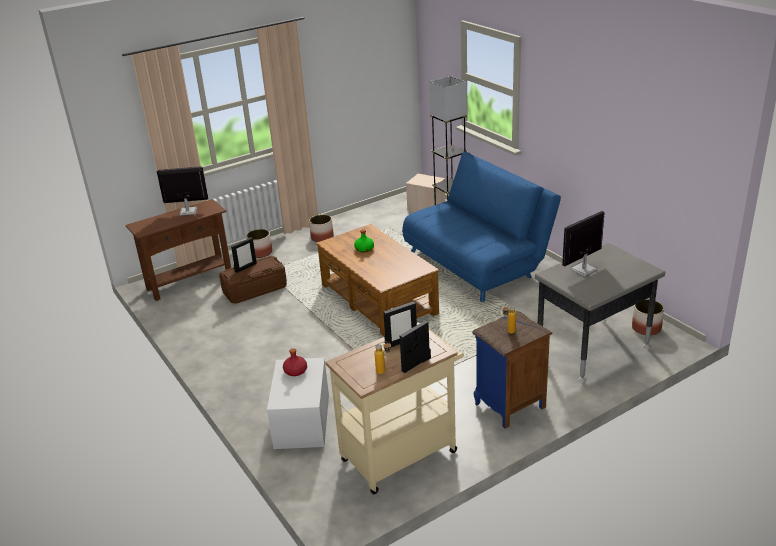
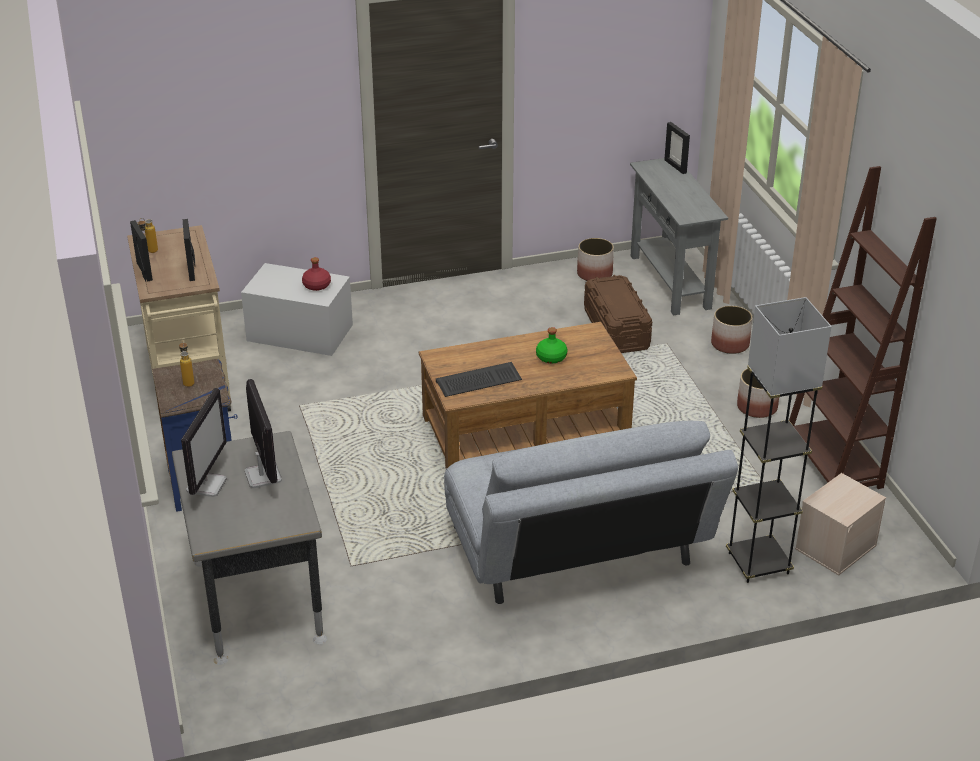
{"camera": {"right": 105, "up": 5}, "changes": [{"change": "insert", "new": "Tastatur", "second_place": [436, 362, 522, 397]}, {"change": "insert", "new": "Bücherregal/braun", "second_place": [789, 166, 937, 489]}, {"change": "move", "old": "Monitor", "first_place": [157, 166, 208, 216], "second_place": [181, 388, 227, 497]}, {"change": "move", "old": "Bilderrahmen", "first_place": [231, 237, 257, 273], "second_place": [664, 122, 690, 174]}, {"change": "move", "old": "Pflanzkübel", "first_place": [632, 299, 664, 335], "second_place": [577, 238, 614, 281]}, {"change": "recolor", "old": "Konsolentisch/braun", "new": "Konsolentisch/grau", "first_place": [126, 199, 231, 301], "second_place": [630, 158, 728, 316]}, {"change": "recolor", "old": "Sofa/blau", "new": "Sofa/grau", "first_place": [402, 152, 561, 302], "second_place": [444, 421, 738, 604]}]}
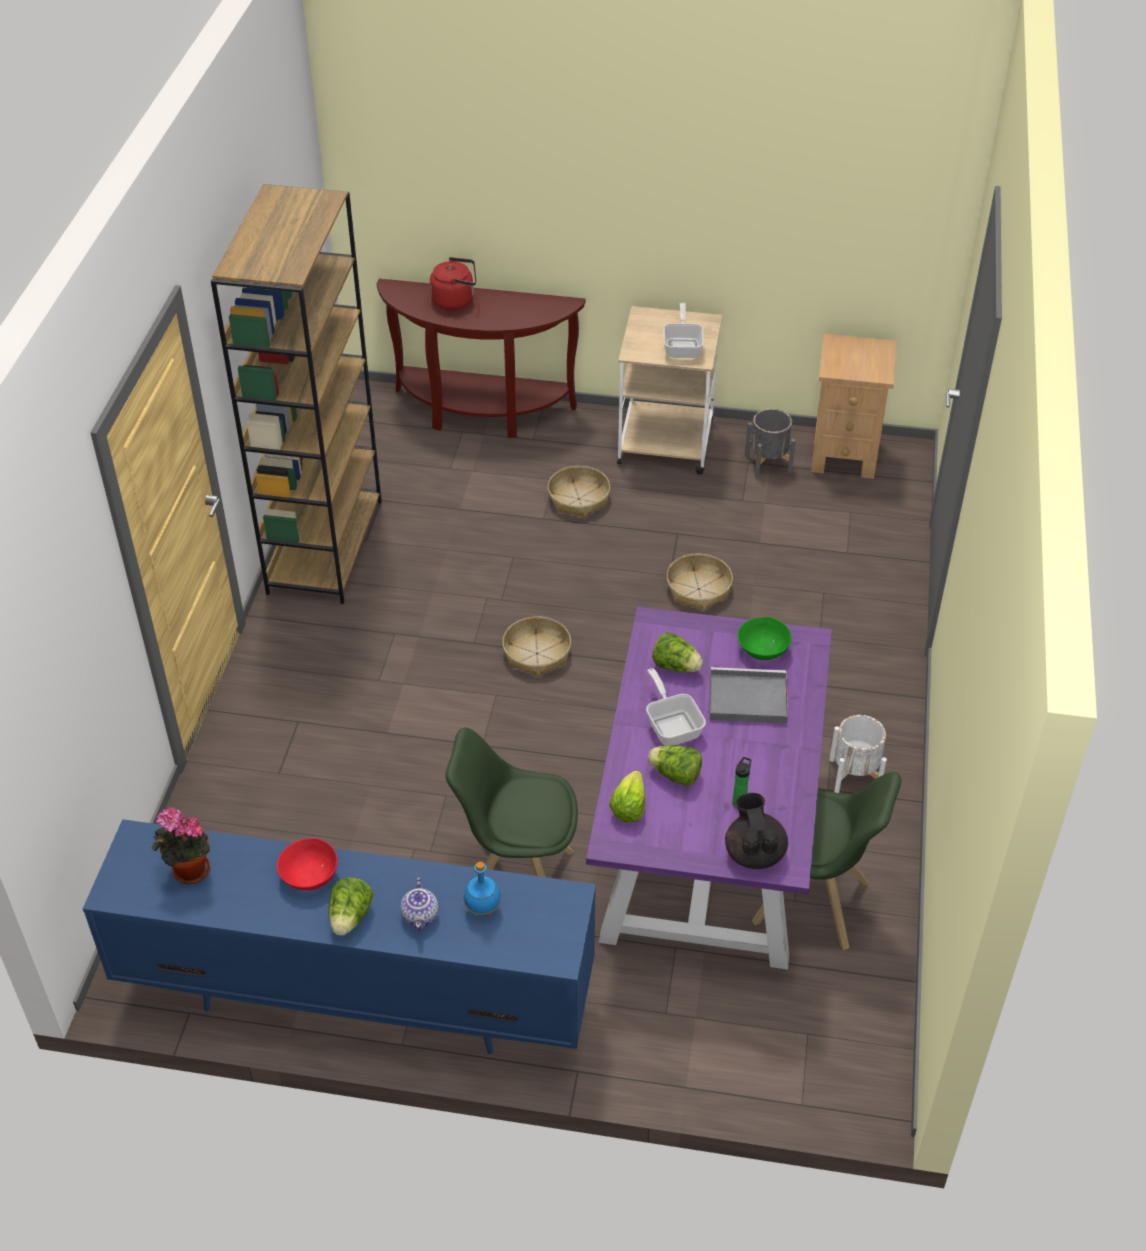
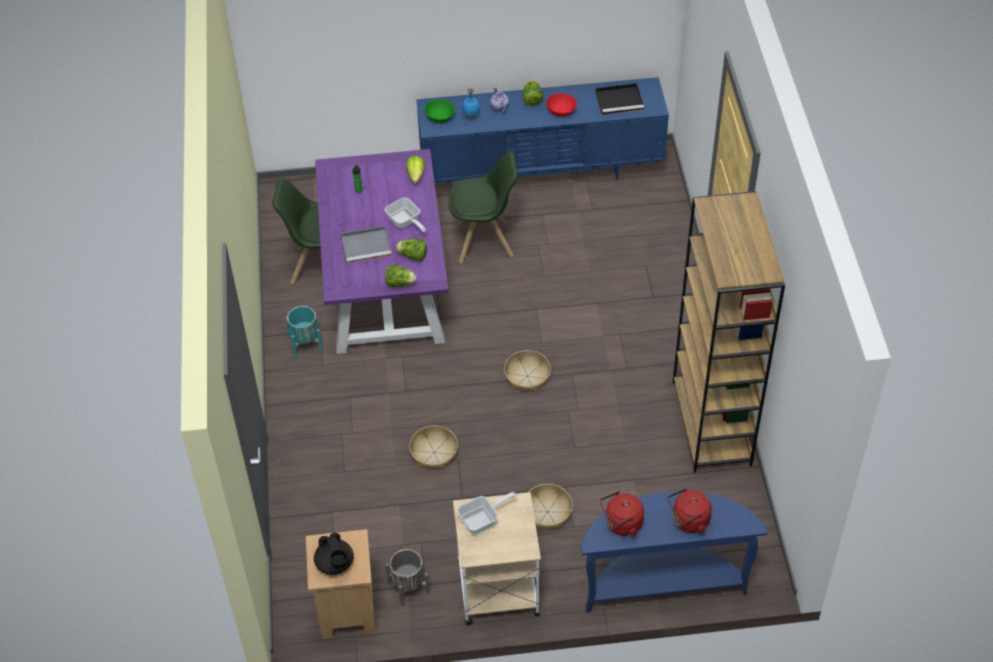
{"camera": {"right": 165, "up": 5}, "changes": [{"change": "insert", "new": "Wasserkessel/rot", "second_place": [600, 491, 644, 536]}, {"change": "move", "old": "Salatkopf", "first_place": [648, 745, 702, 786], "second_place": [385, 265, 417, 287]}, {"change": "move", "old": "Teekanne/schwarz", "first_place": [725, 793, 788, 869], "second_place": [314, 533, 354, 575]}, {"change": "move", "old": "Schüssel/grün", "first_place": [738, 617, 792, 660], "second_place": [424, 99, 455, 123]}, {"change": "replace", "old": "Topfpflanze", "new": "Tablett/schwarz", "first_place": [151, 807, 210, 884], "second_place": [596, 83, 644, 115]}, {"change": "recolor", "old": "Konsolentisch/braun", "new": "Konsolentisch/blau", "first_place": [377, 278, 585, 438], "second_place": [581, 491, 768, 613]}, {"change": "recolor", "old": "Pflanzkübel/weiß", "new": "Pflanzkübel/türkis", "first_place": [829, 715, 887, 793], "second_place": [286, 306, 323, 357]}, {"change": "rotate", "old": "Pfanne", "first_place": [663, 303, 704, 358], "second_place": [457, 492, 516, 534], "degrees": -105}]}
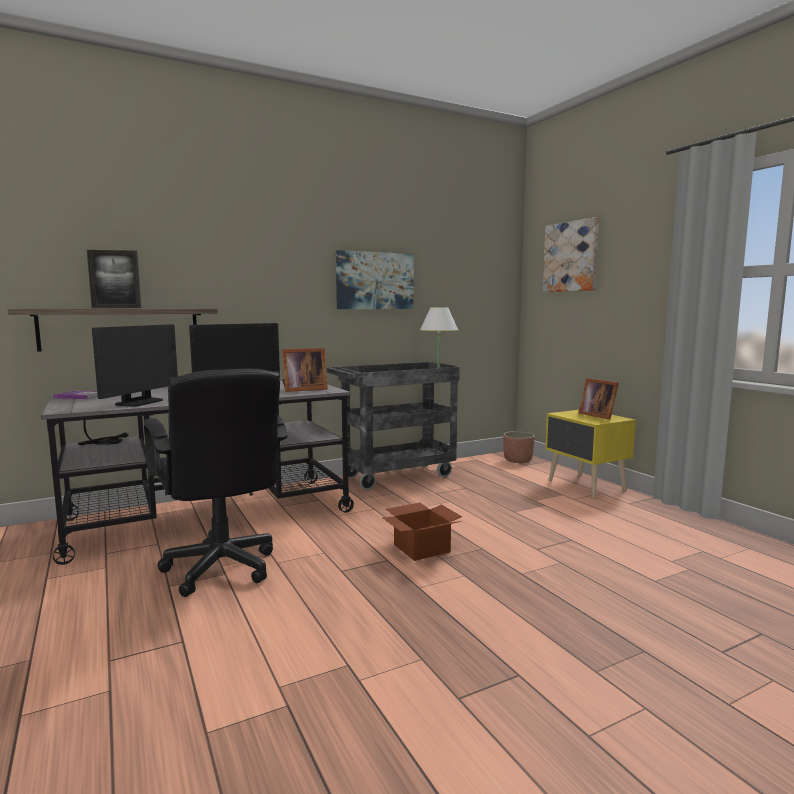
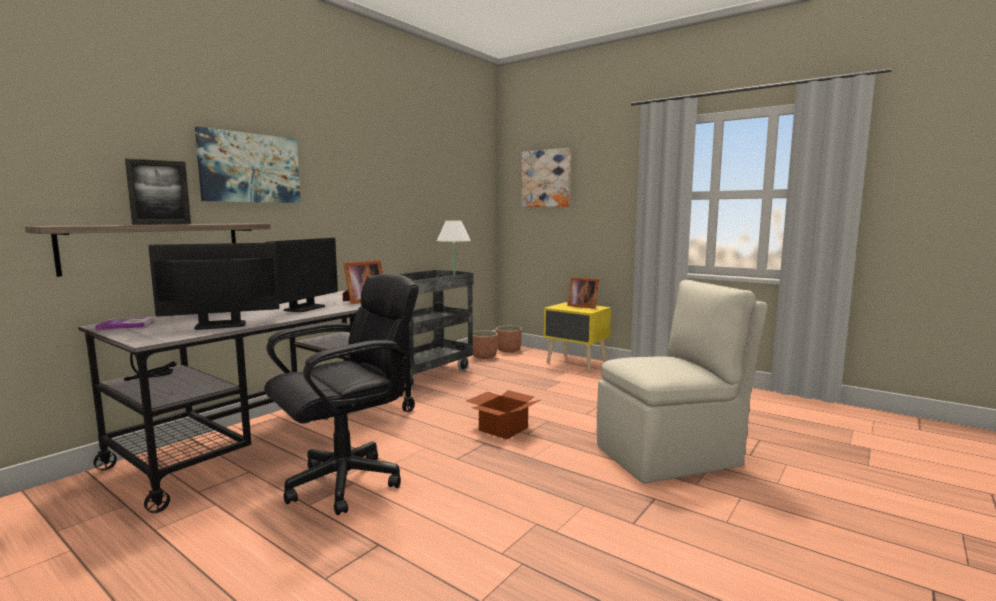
{"camera": {"right": -25, "up": 0}, "changes": [{"change": "insert", "new": "Pflanzkübel", "second_place": [473, 331, 498, 359]}, {"change": "insert", "new": "Stuhl/beige", "second_place": [597, 280, 768, 484]}, {"change": "move", "old": "Bild", "first_place": [336, 250, 414, 309], "second_place": [195, 127, 301, 203]}, {"change": "rotate", "old": "Monitor", "first_place": [92, 324, 178, 407], "second_place": [148, 243, 279, 330], "degrees": -105}, {"change": "rotate", "old": "Bürostuhl/schwarz", "first_place": [144, 369, 288, 597], "second_place": [264, 273, 419, 515], "degrees": -75}]}
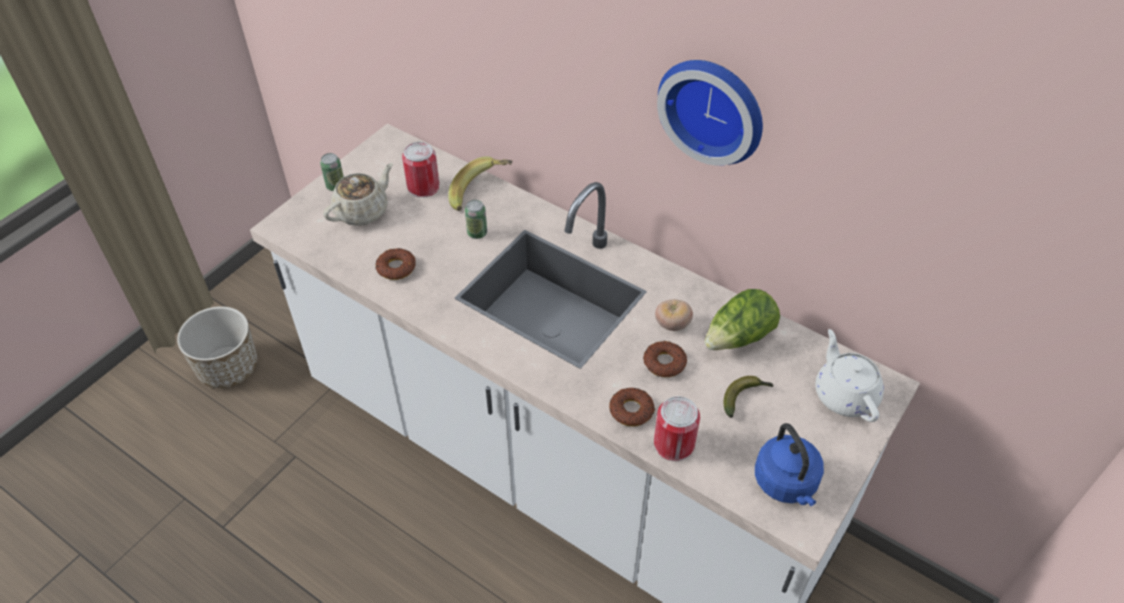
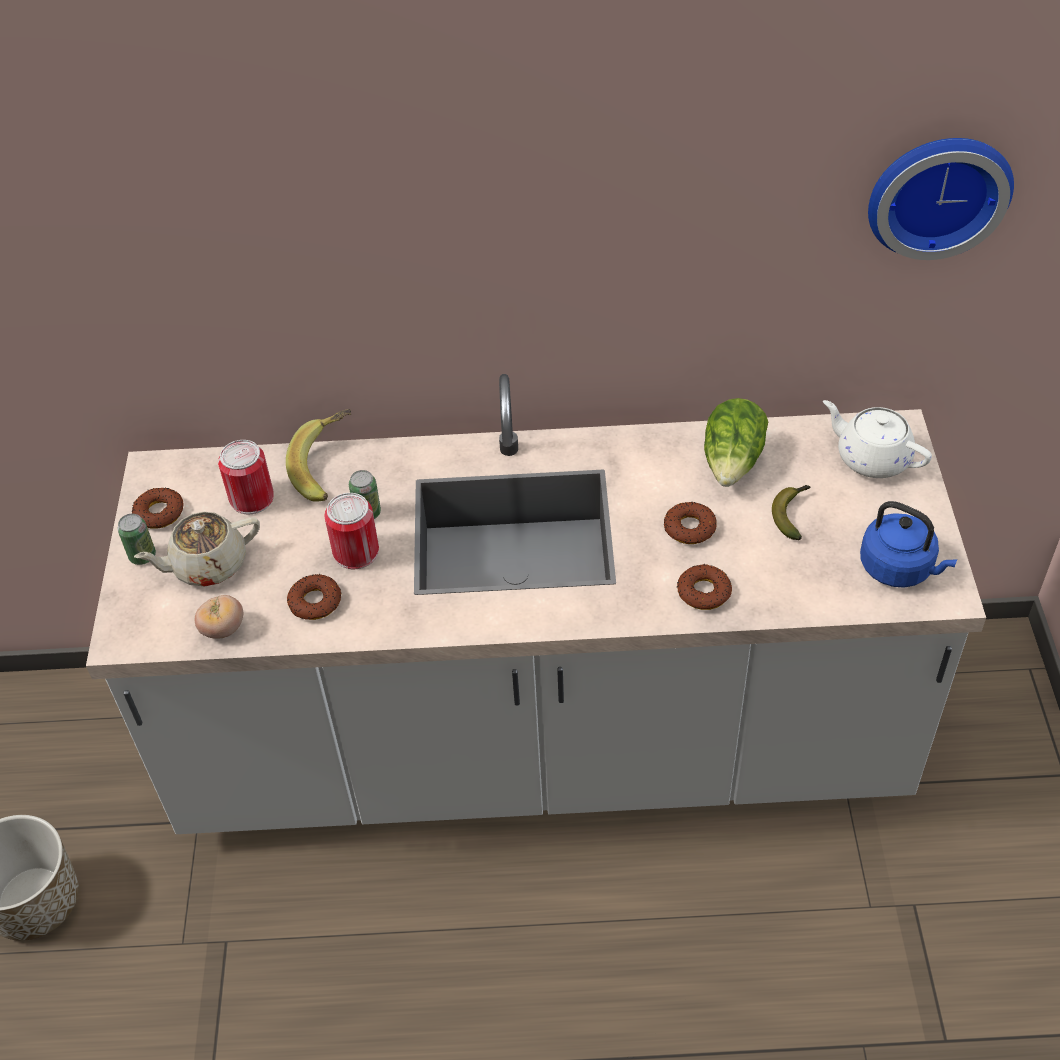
{"camera": {"right": -35, "up": 0}, "changes": [{"change": "insert", "new": "Donut", "second_place": [132, 488, 184, 529]}, {"change": "move", "old": "Dose", "first_place": [654, 396, 700, 461], "second_place": [324, 493, 379, 569]}, {"change": "move", "old": "Tomate", "first_place": [655, 299, 693, 331], "second_place": [195, 595, 243, 639]}, {"change": "move", "old": "Wanduhr", "first_place": [657, 60, 763, 166], "second_place": [868, 138, 1014, 260]}, {"change": "rotate", "old": "Teekanne/beige", "first_place": [323, 163, 393, 226], "second_place": [134, 512, 260, 586], "degrees": -120}]}
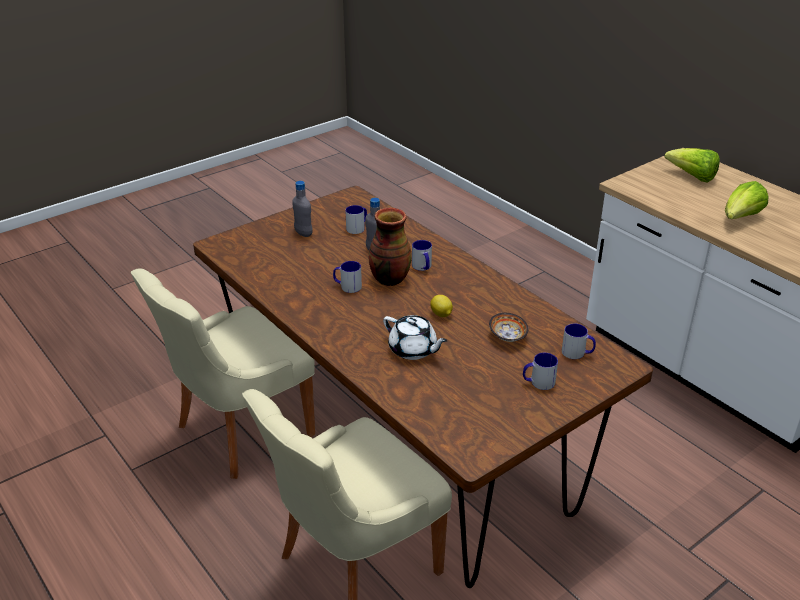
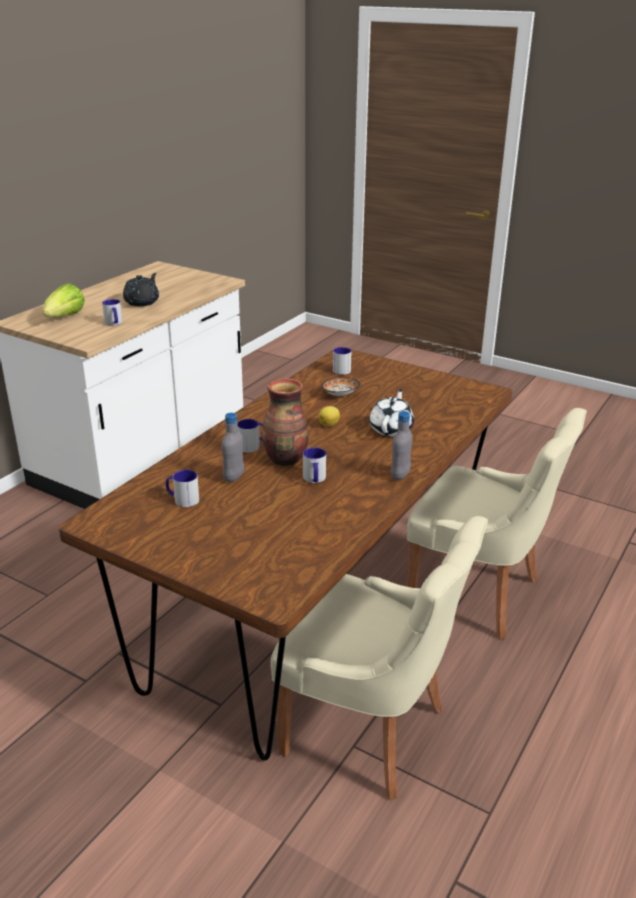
{"camera": {"right": -110, "up": -5}, "changes": [{"change": "move", "old": "Flasche/grau", "first_place": [292, 181, 313, 237], "second_place": [391, 411, 412, 480]}, {"change": "move", "old": "Henkelbecher", "first_place": [523, 353, 558, 390], "second_place": [102, 299, 122, 326]}, {"change": "replace", "old": "Salatkopf", "new": "Teekanne/schwarz", "first_place": [725, 181, 768, 219], "second_place": [123, 273, 159, 306]}]}
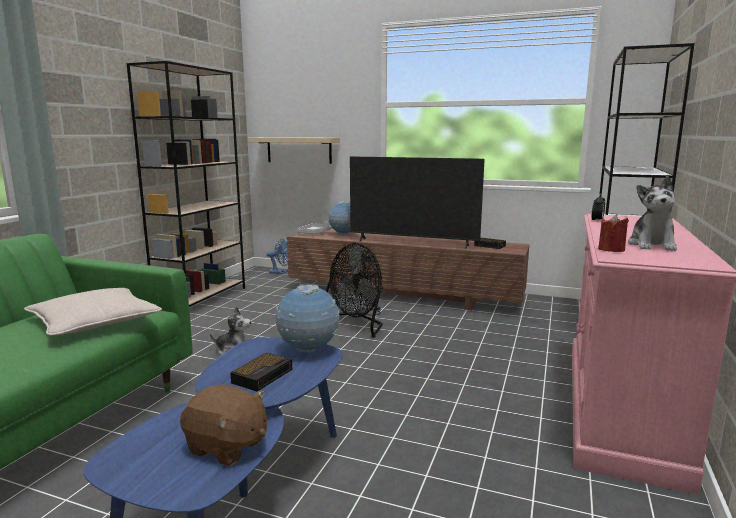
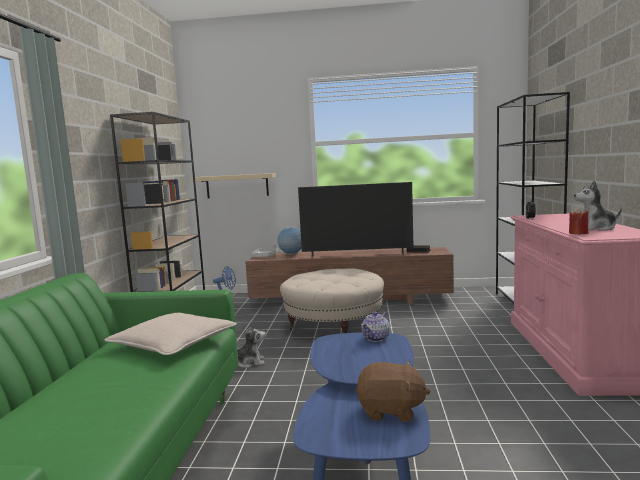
{"camera": {"right": -15, "up": -5}, "changes": [{"change": "delete", "old": "Wecker", "first_place": [230, 353, 292, 391]}, {"change": "replace", "old": "Globus", "new": "Teekanne", "first_place": [276, 284, 340, 352], "second_place": [361, 312, 390, 342]}, {"change": "replace", "old": "Ventilator/schwarz", "new": "Polsterhocker/beige", "first_place": [326, 243, 383, 338], "second_place": [280, 268, 384, 333]}, {"change": "rotate", "old": "Plüschtier", "first_place": [628, 176, 677, 251], "second_place": [574, 180, 622, 231], "degrees": 90}]}
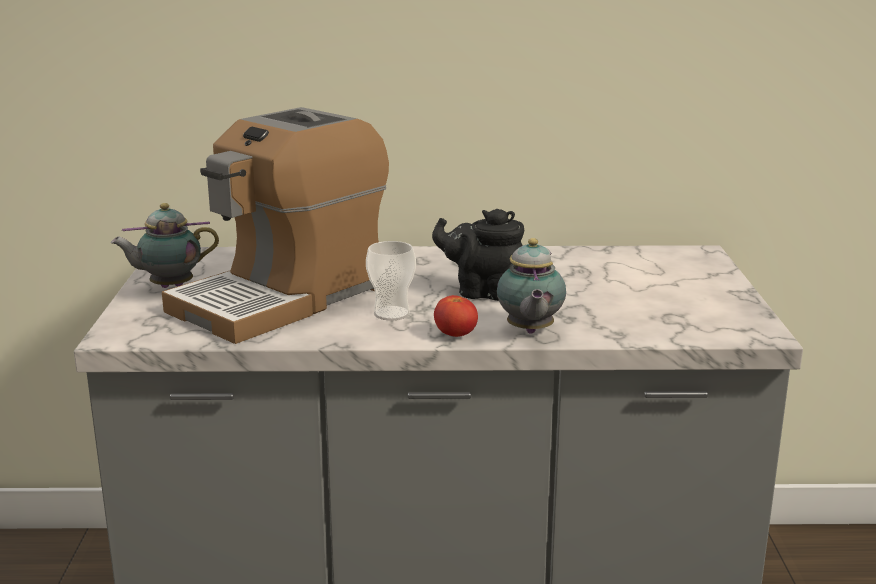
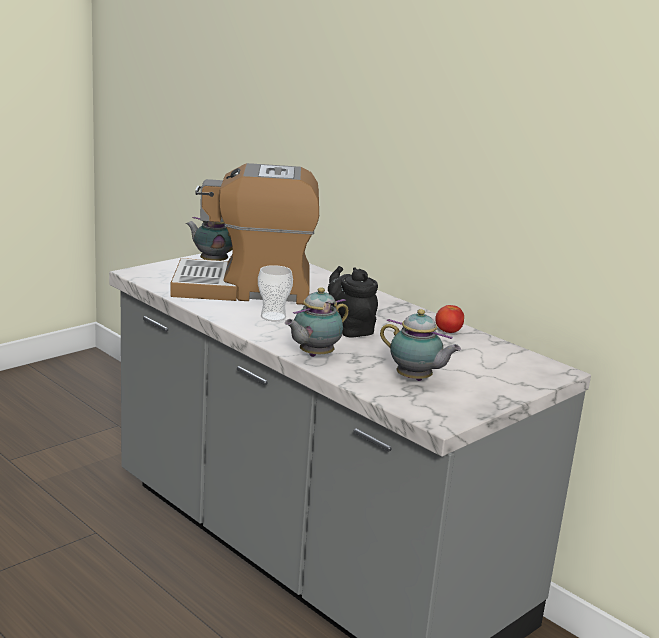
{"camera": {"right": 45, "up": 0}, "changes": [{"change": "insert", "new": "Teekanne", "second_place": [380, 309, 461, 381]}, {"change": "move", "old": "Tomate", "first_place": [434, 295, 478, 337], "second_place": [435, 305, 464, 333]}]}
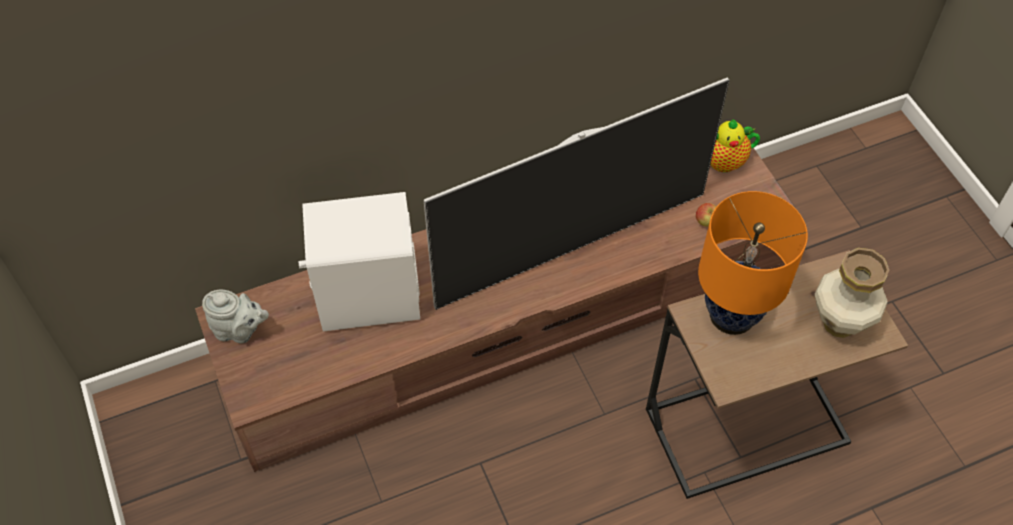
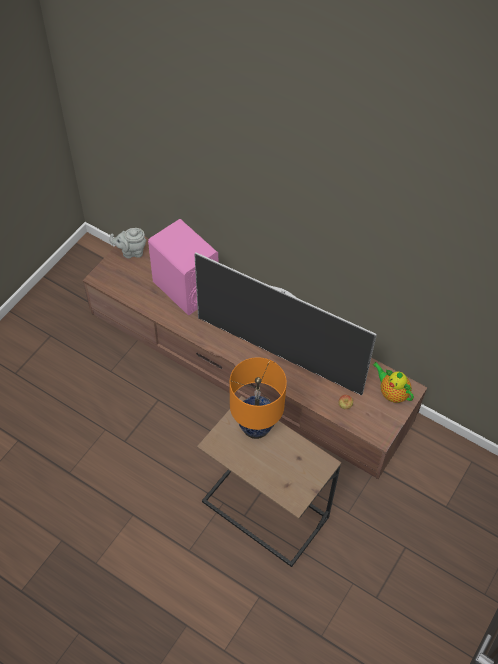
{"camera": {"right": 55, "up": 0}, "changes": [{"change": "delete", "old": "Vase", "first_place": [814, 248, 889, 338]}, {"change": "recolor", "old": "Lautsprecher/weiß", "new": "Lautsprecher/rosa", "first_place": [299, 192, 420, 331], "second_place": [148, 219, 218, 315]}, {"change": "rotate", "old": "Teekanne/grau", "first_place": [202, 289, 269, 343], "second_place": [109, 228, 146, 259], "degrees": 105}]}
